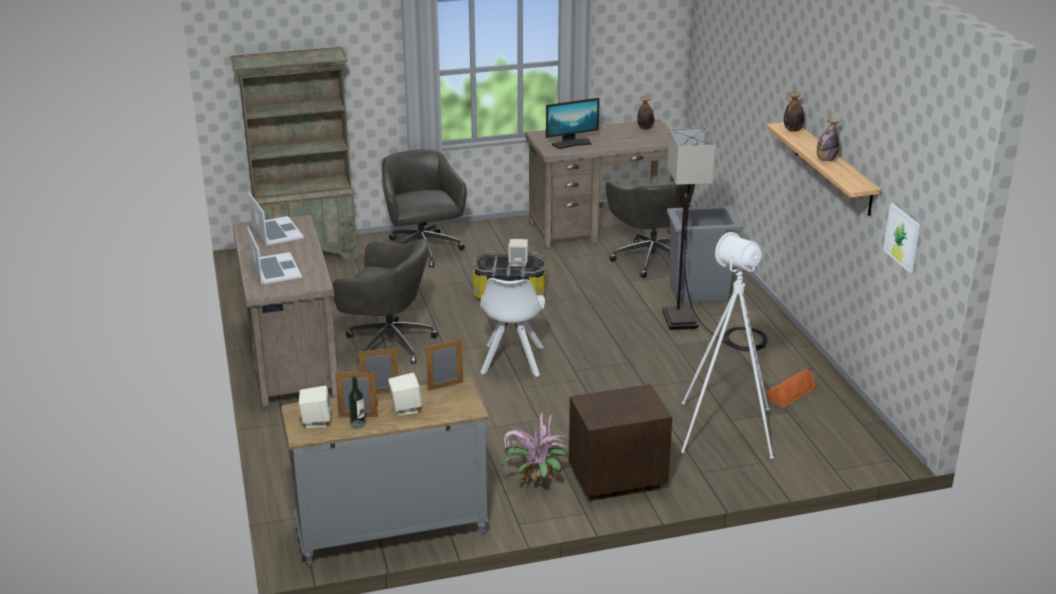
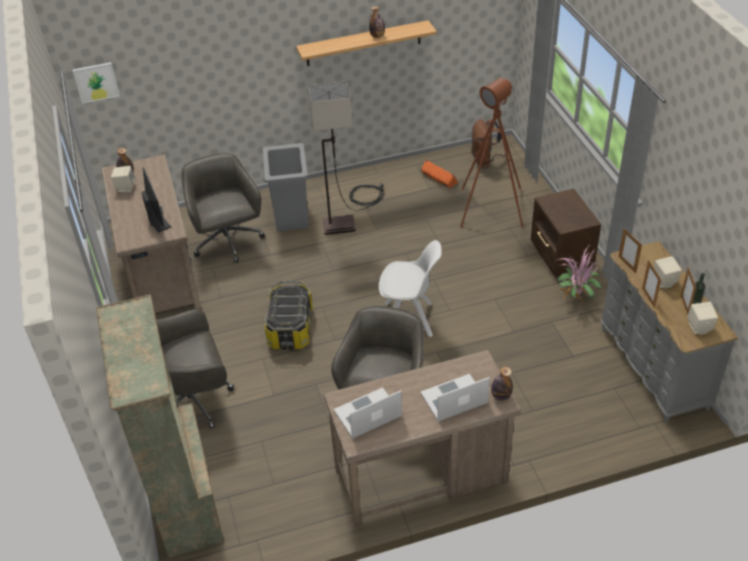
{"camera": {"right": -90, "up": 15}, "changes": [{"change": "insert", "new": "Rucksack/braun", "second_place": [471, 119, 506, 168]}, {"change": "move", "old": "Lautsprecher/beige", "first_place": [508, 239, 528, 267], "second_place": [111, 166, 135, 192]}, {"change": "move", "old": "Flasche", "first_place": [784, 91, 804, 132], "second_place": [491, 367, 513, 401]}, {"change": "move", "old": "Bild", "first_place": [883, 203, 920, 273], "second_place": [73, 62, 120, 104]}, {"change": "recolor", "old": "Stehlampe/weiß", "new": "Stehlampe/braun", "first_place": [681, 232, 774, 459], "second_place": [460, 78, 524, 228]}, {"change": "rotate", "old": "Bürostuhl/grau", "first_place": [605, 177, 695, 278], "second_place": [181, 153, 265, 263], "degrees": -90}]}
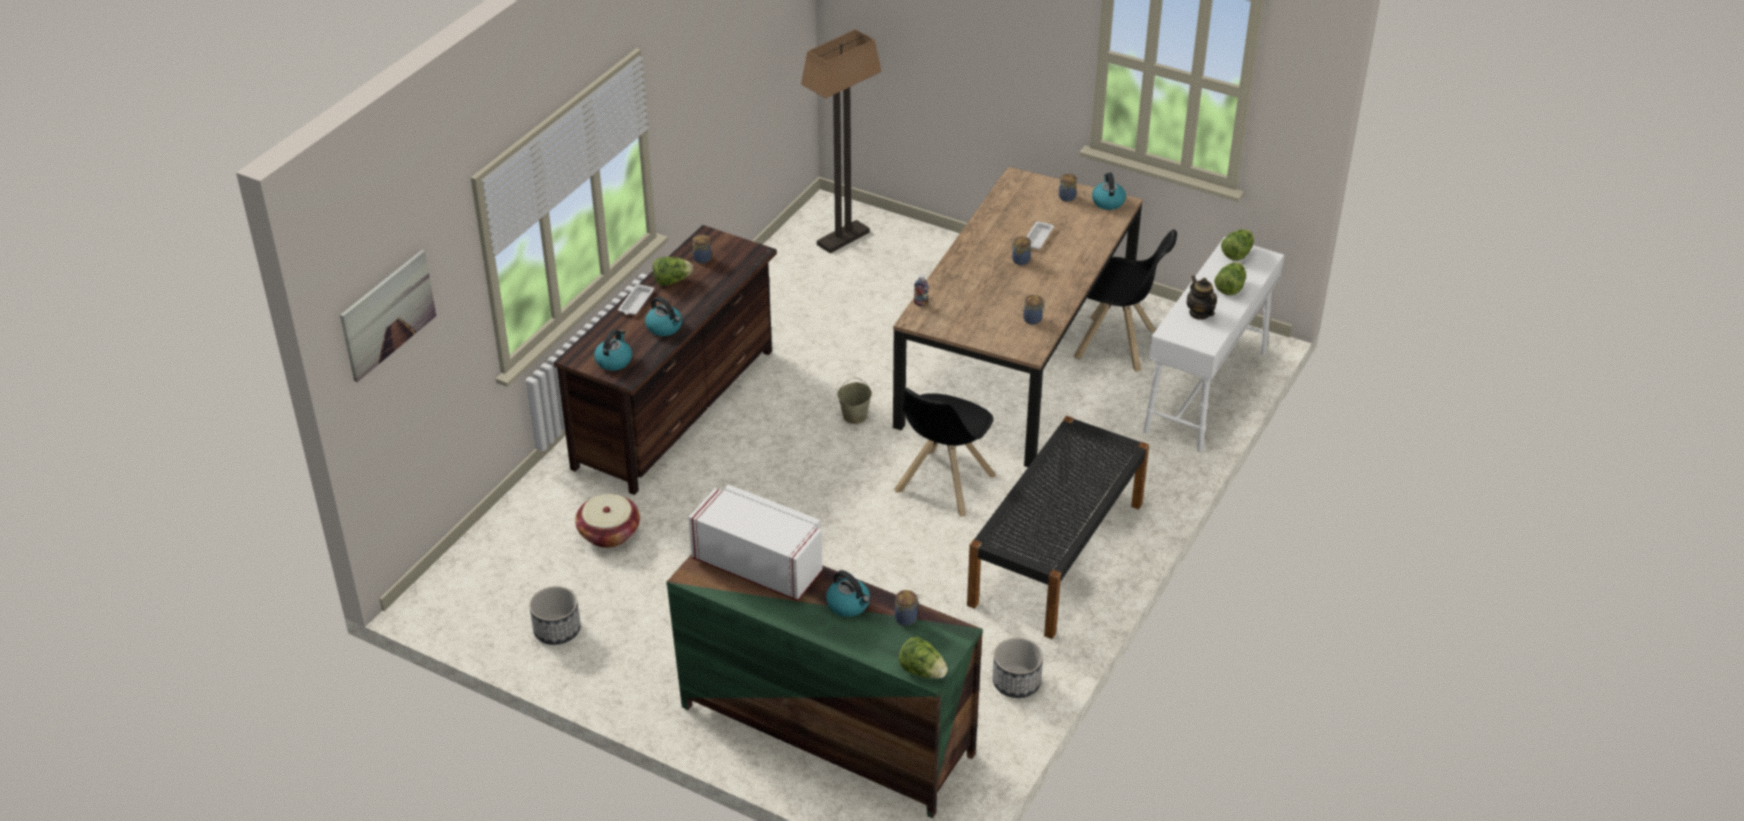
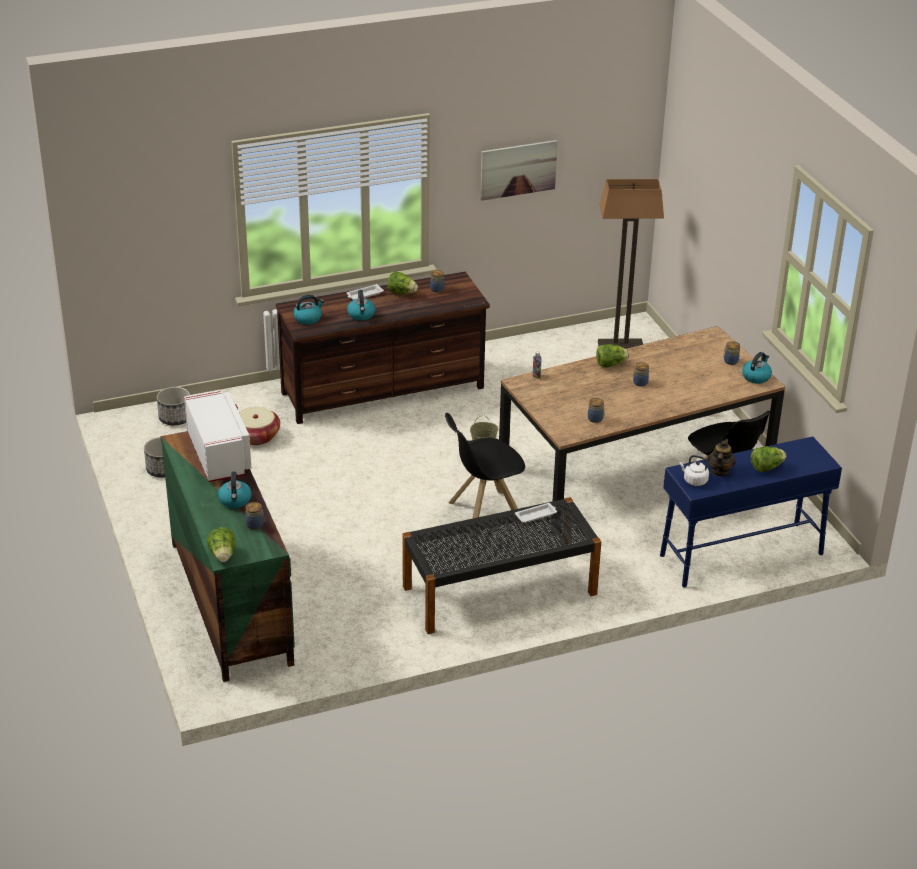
{"camera": {"right": 40, "up": -5}, "changes": [{"change": "insert", "new": "Wasserkessel/weiß", "second_place": [679, 455, 709, 486]}, {"change": "move", "old": "Bild", "first_place": [340, 250, 436, 382], "second_place": [480, 140, 558, 201]}, {"change": "move", "old": "Pflanzkübel", "first_place": [993, 638, 1043, 698], "second_place": [157, 387, 190, 425]}, {"change": "move", "old": "Tablett/weiß", "first_place": [1027, 221, 1054, 249], "second_place": [515, 503, 557, 523]}, {"change": "move", "old": "Salatkopf", "first_place": [1221, 229, 1254, 261], "second_place": [596, 344, 629, 368]}, {"change": "recolor", "old": "Konsolentisch/weiß", "new": "Konsolentisch/blau", "first_place": [1143, 237, 1284, 452], "second_place": [660, 436, 842, 587]}]}
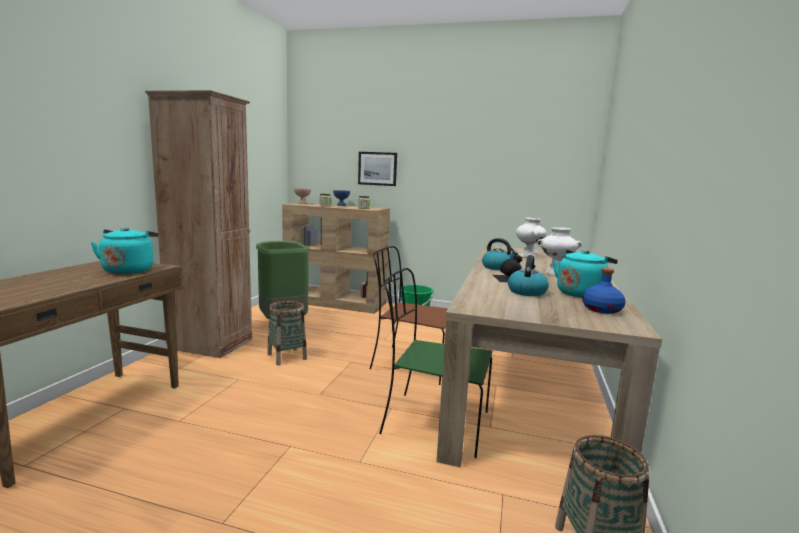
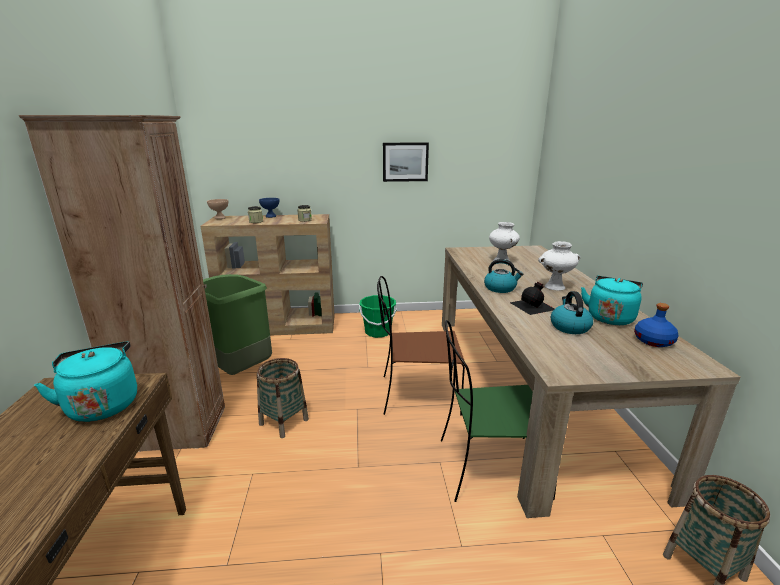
{"camera": {"right": -20, "up": 10}, "changes": [{"change": "move", "old": "Bild", "first_place": [358, 152, 397, 186], "second_place": [383, 143, 429, 182]}]}
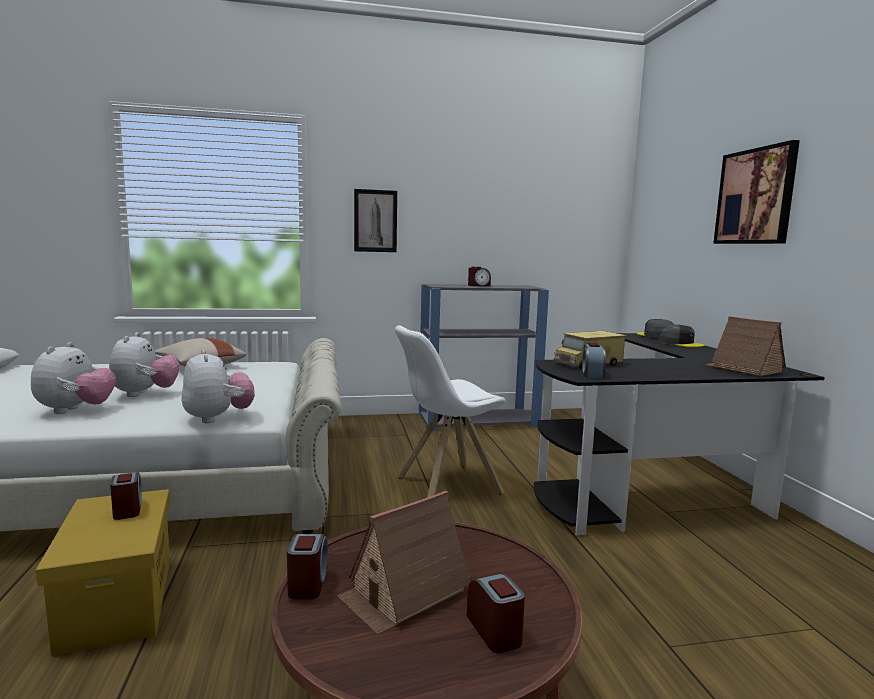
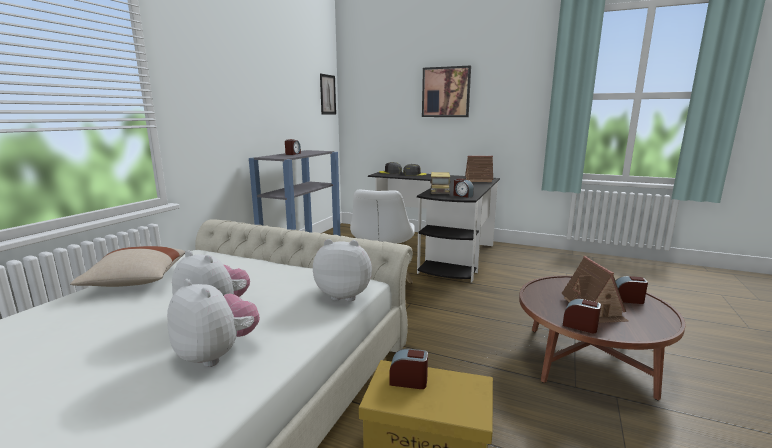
{"camera": {"right": -55, "up": 5}, "changes": [{"change": "move", "old": "Bild", "first_place": [354, 189, 397, 252], "second_place": [320, 74, 336, 114]}]}
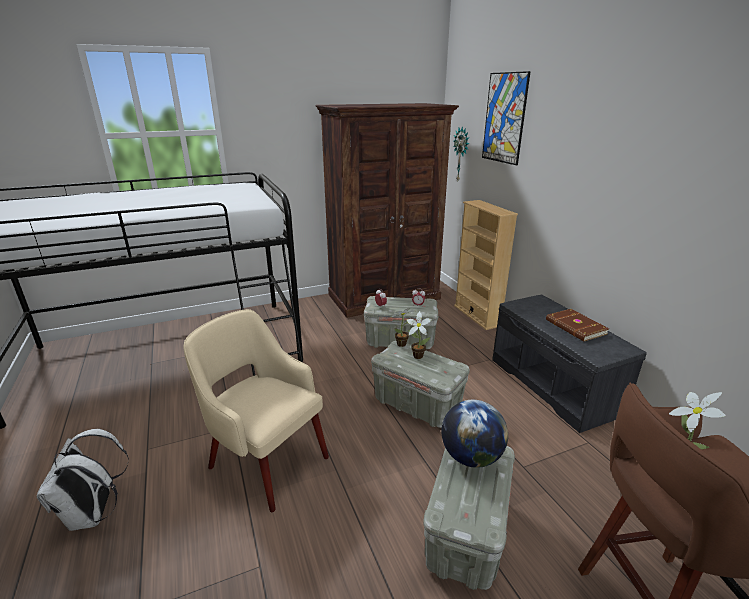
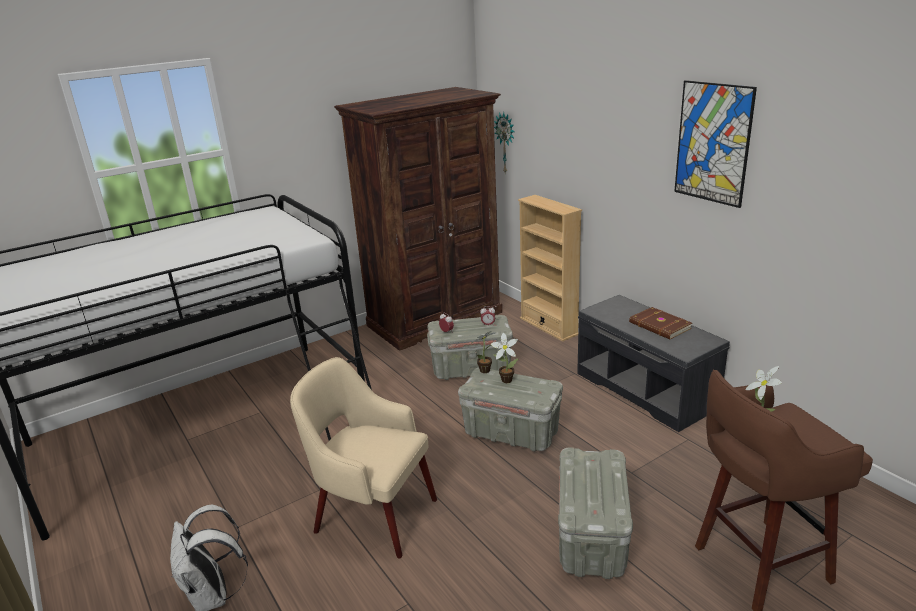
{"camera": {"right": -10, "up": 0}, "changes": [{"change": "delete", "old": "Globus", "first_place": [442, 400, 508, 468]}, {"change": "move", "old": "Bild", "first_place": [482, 71, 531, 166], "second_place": [674, 80, 757, 208]}]}
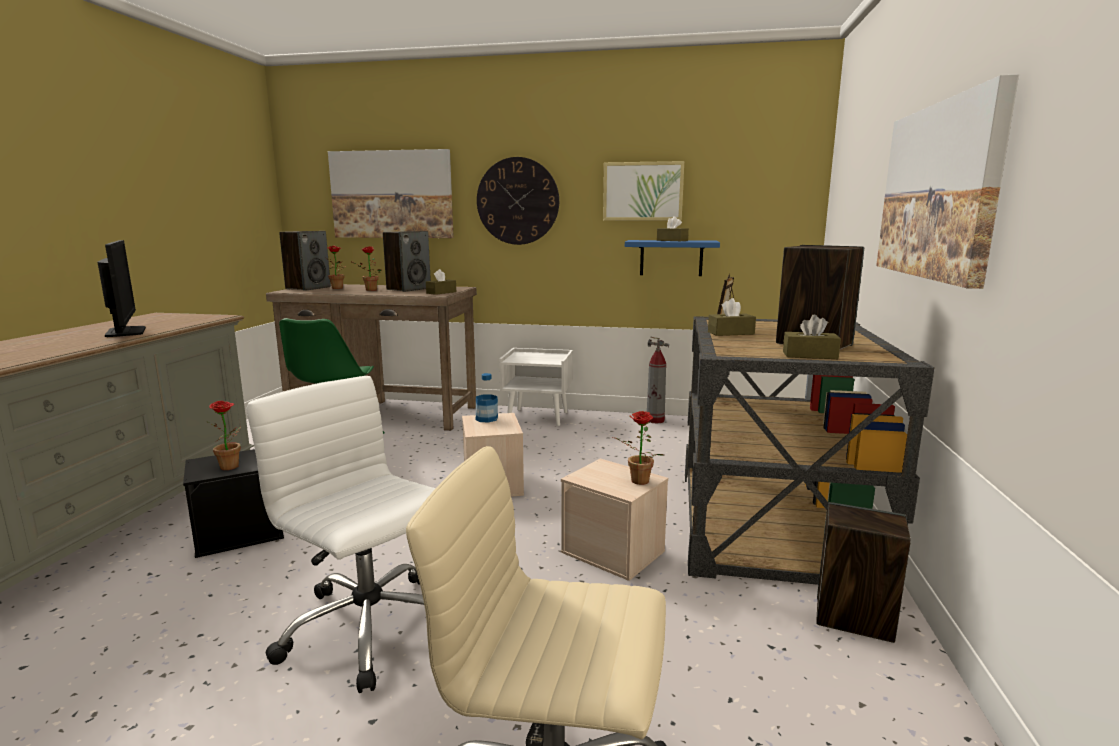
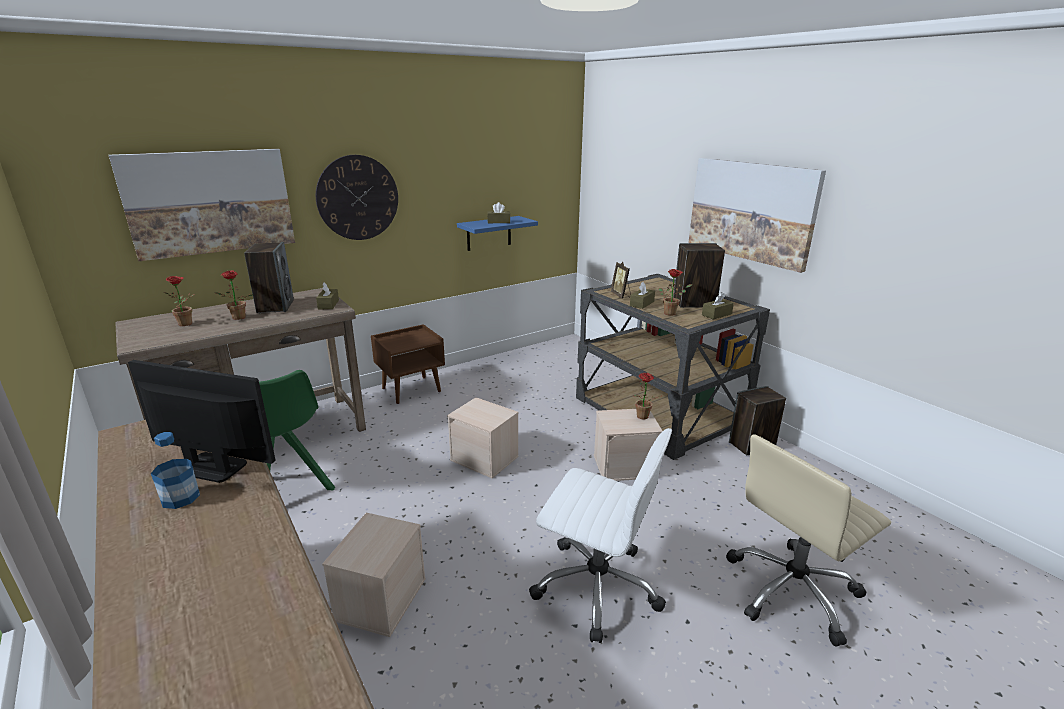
{"camera": {"right": -45, "up": 10}, "changes": [{"change": "delete", "old": "Lautsprecher", "first_place": [279, 231, 331, 291]}, {"change": "delete", "old": "Bild", "first_place": [603, 161, 684, 221]}, {"change": "delete", "old": "Feuerlöscher", "first_place": [647, 336, 669, 424]}, {"change": "move", "old": "Topfpflanze", "first_place": [206, 401, 241, 470], "second_place": [658, 269, 692, 316]}, {"change": "move", "old": "Flasche", "first_place": [476, 373, 498, 422], "second_place": [151, 432, 200, 509]}, {"change": "recolor", "old": "Aufbewahrungsbox/schwarz", "new": "Aufbewahrungsbox/beige", "first_place": [183, 449, 284, 558], "second_place": [322, 513, 425, 637]}, {"change": "recolor", "old": "Nachttisch/weiß", "new": "Nachttisch/braun", "first_place": [499, 348, 573, 426], "second_place": [371, 324, 445, 404]}, {"change": "rotate", "old": "Bürostuhl/weiß", "first_place": [246, 376, 435, 693], "second_place": [529, 428, 672, 643], "degrees": -150}]}
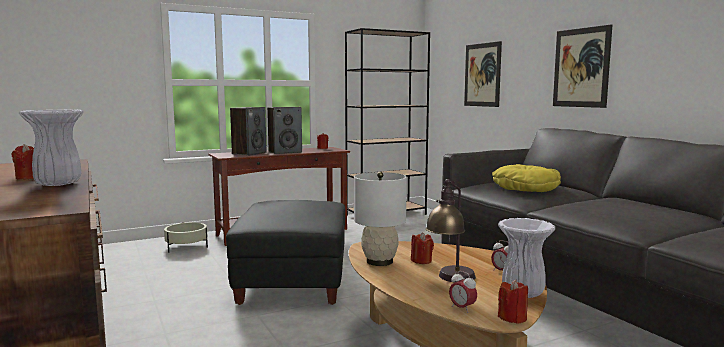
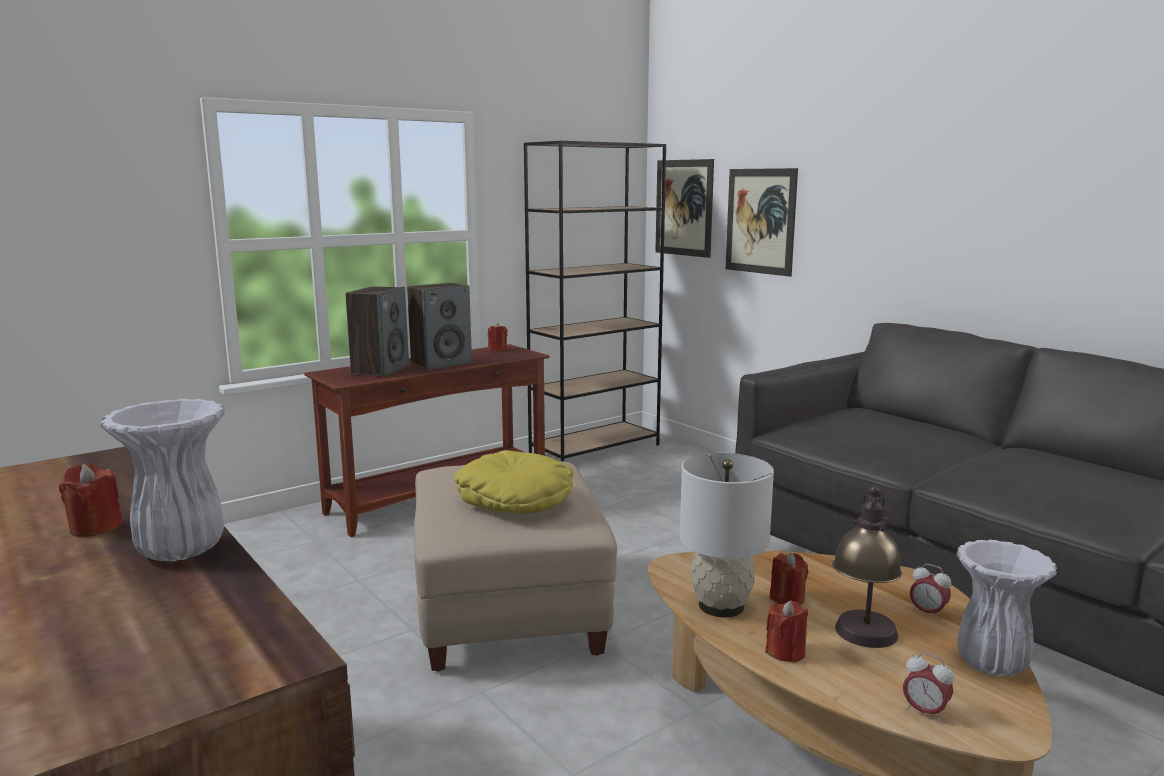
{"camera": {"right": -10, "up": 5}, "changes": [{"change": "delete", "old": "Pflanzkübel/beige", "first_place": [164, 222, 208, 253]}, {"change": "move", "old": "Kissen/gelb", "first_place": [492, 164, 561, 192], "second_place": [454, 450, 574, 514]}, {"change": "move", "old": "Kerze/rot", "first_place": [498, 280, 528, 324], "second_place": [765, 600, 808, 663]}, {"change": "move", "old": "Bild", "first_place": [553, 24, 612, 108], "second_place": [655, 159, 714, 258]}, {"change": "recolor", "old": "Polsterhocker/schwarz", "new": "Polsterhocker/beige", "first_place": [226, 200, 345, 305], "second_place": [414, 461, 617, 672]}]}
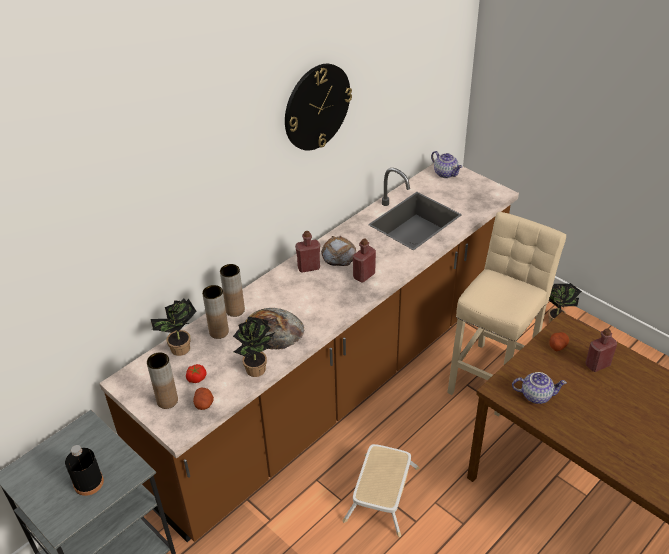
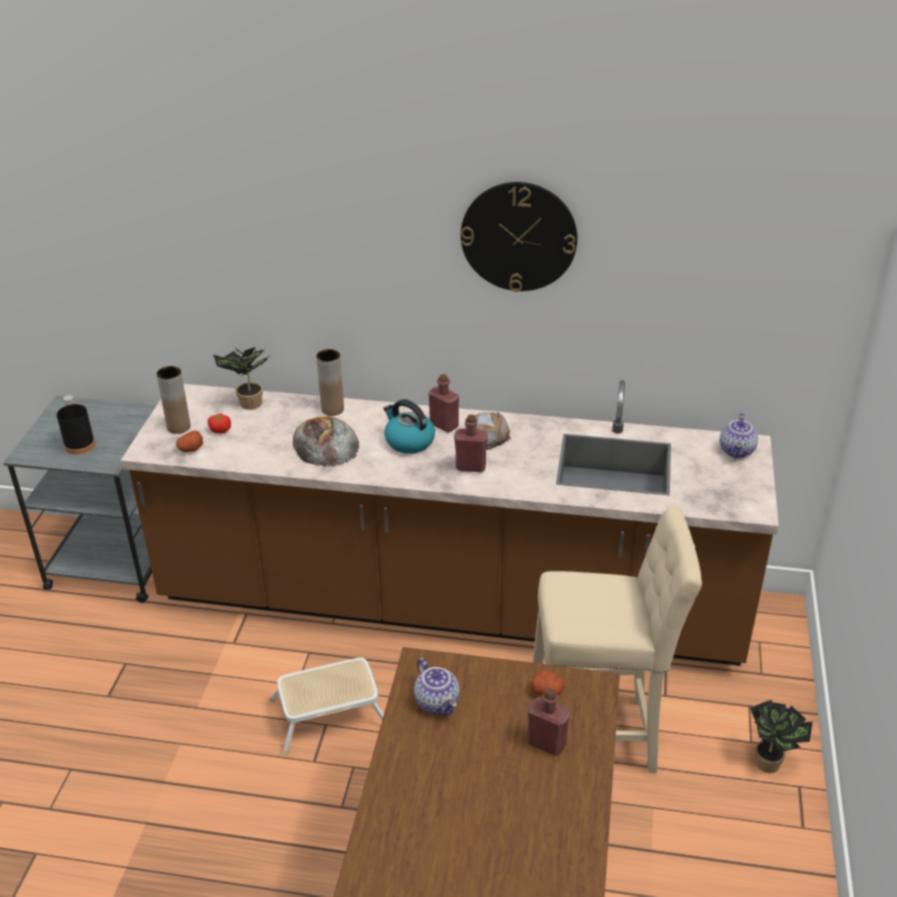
{"camera": {"right": 55, "up": -5}, "changes": [{"change": "delete", "old": "Vase/braun", "first_place": [202, 285, 229, 339]}, {"change": "delete", "old": "Topfpflanze", "first_place": [233, 317, 275, 377]}, {"change": "insert", "new": "Wasserkessel", "second_place": [383, 399, 435, 454]}]}
